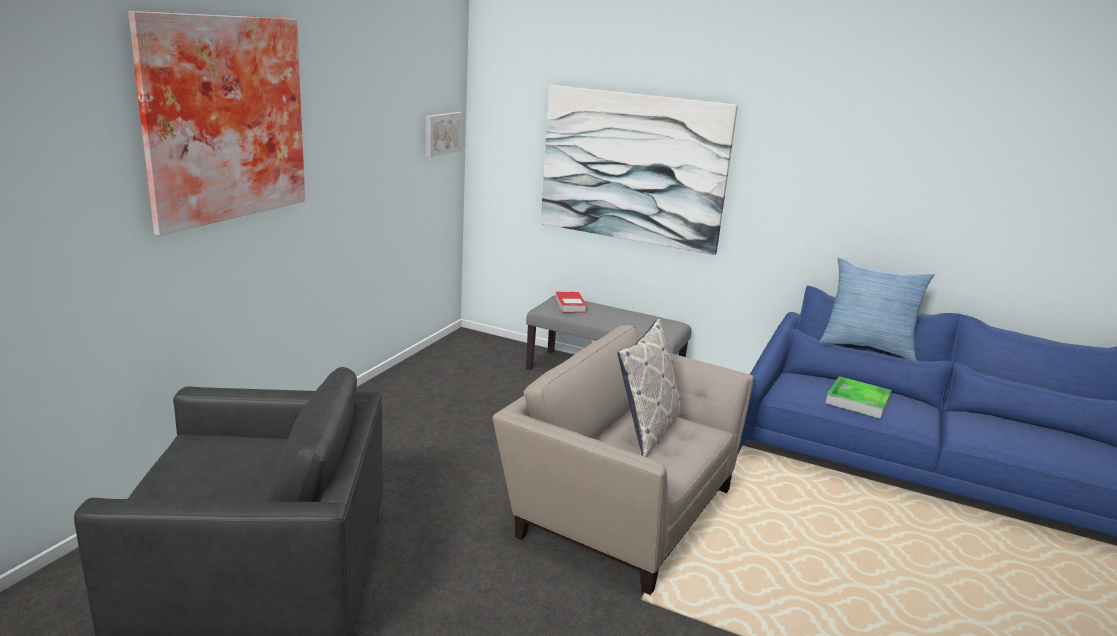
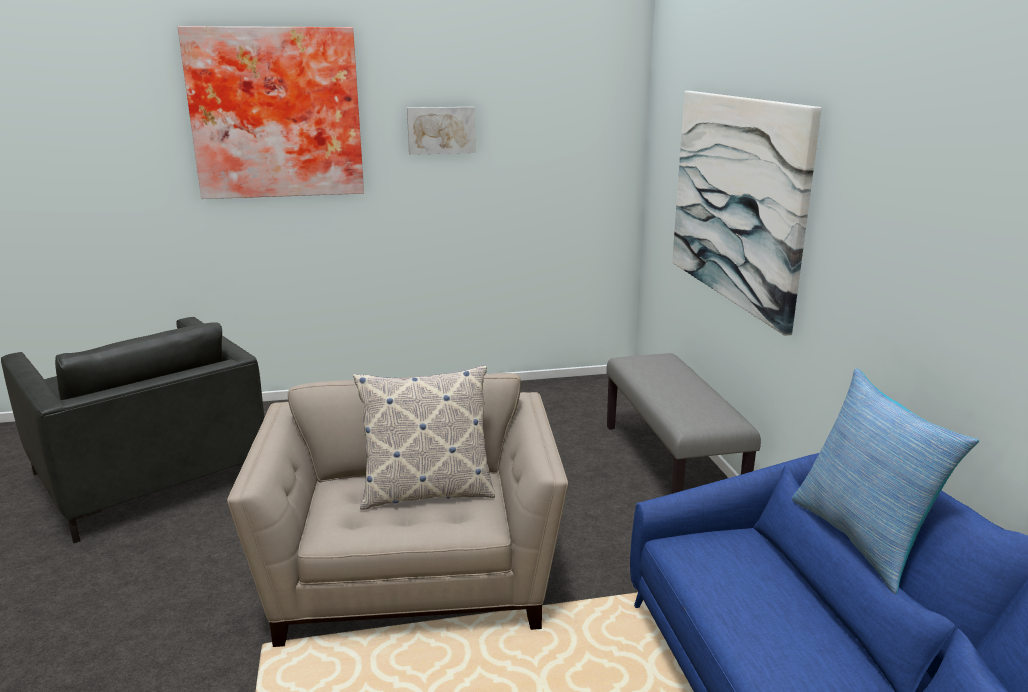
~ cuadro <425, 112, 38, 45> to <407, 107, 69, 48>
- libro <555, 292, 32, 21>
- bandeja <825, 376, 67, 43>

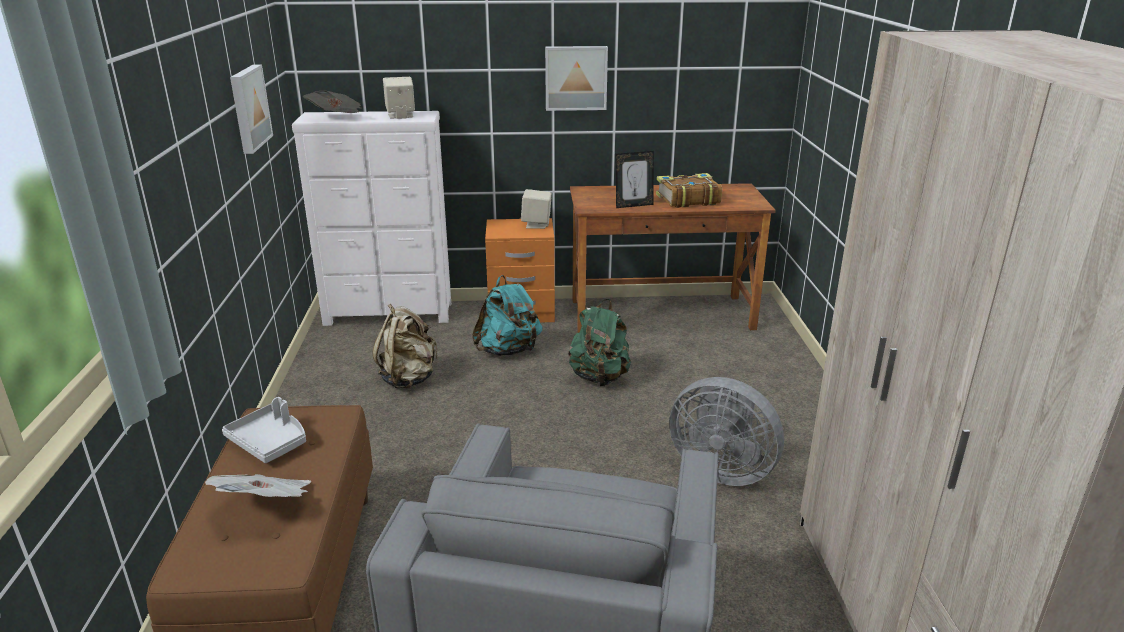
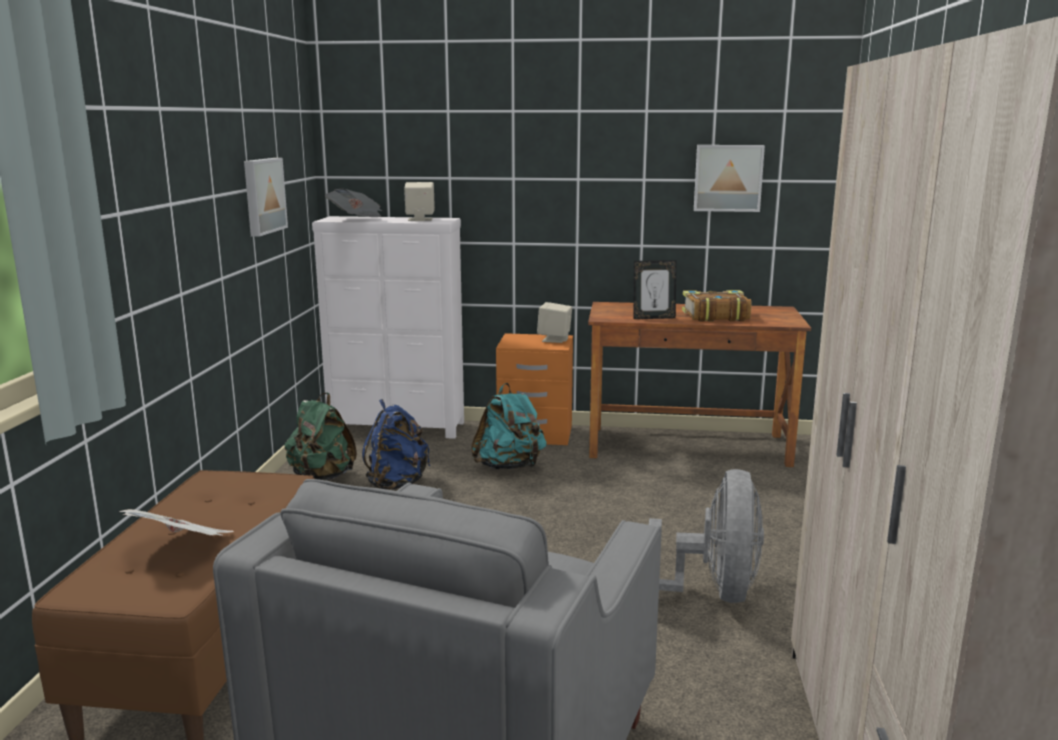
~ cuadro <545, 46, 63, 65> to <694, 145, 71, 67>
~ mochila [verde] <568, 299, 63, 87> to <284, 392, 73, 88>
~ mochila [beis] <372, 304, 66, 85> to mochila [azul] <362, 399, 68, 91>
~ ventilador [gris] <669, 377, 115, 109> = <649, 469, 115, 134> 120 degrees counterclockwise
- bandeja [gris] <222, 397, 84, 66>

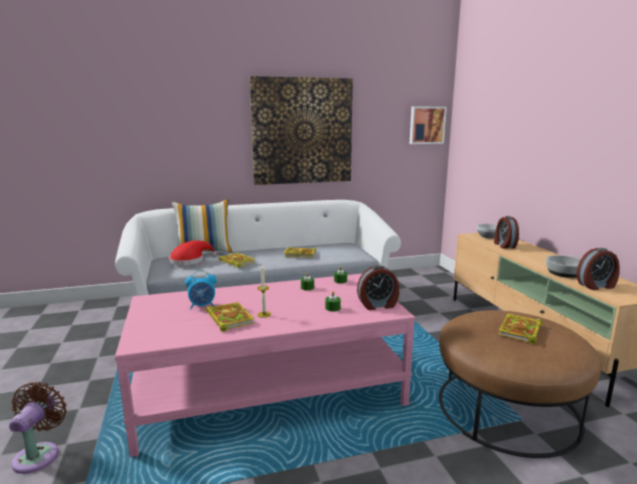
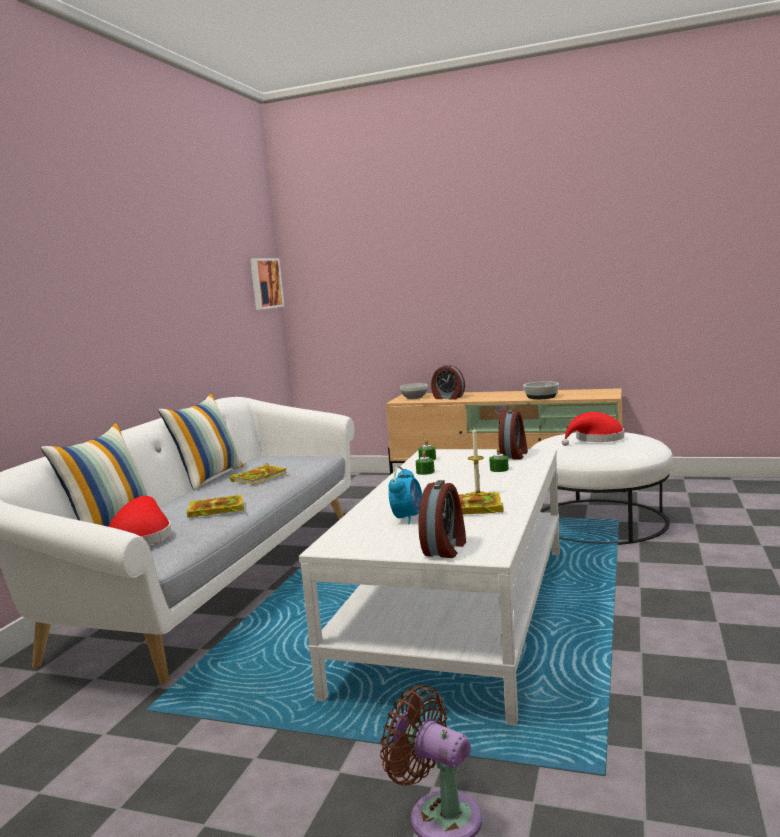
- cuadro <250, 76, 103, 109>
~ despertador <576, 248, 44, 42> to <418, 480, 48, 78>
~ mesa de centro [rosa] <115, 274, 300, 183> to mesa de centro [blanco] <299, 449, 261, 277>
~ puf [marrón] <439, 310, 163, 148> to puf [blanco] <530, 432, 143, 113>
~ libro <498, 314, 45, 30> to sombrero [rojo] <562, 412, 62, 34>
+ cojín <158, 393, 86, 98>

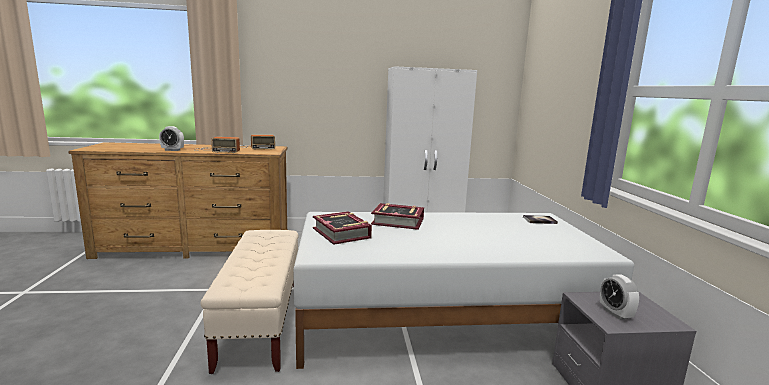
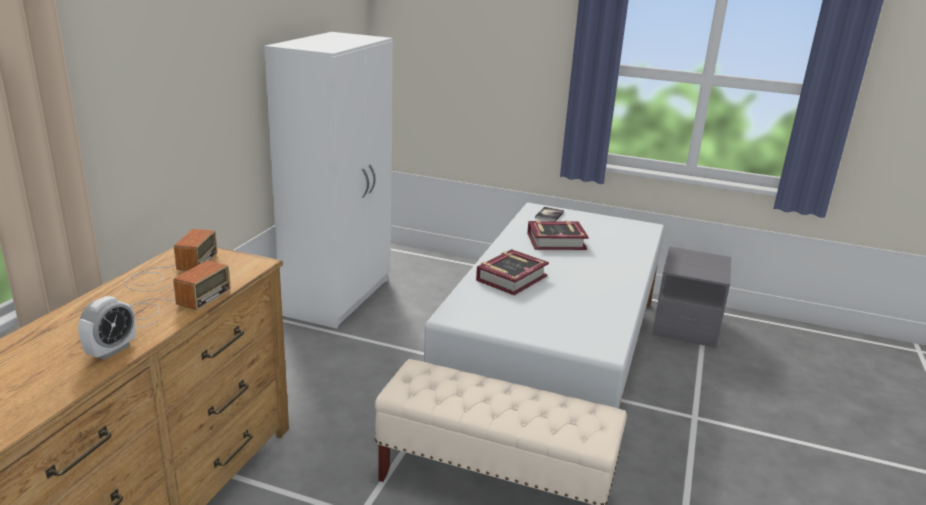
~ libro <313, 211, 59, 34> to <527, 220, 62, 30>
- despertador <600, 274, 39, 46>

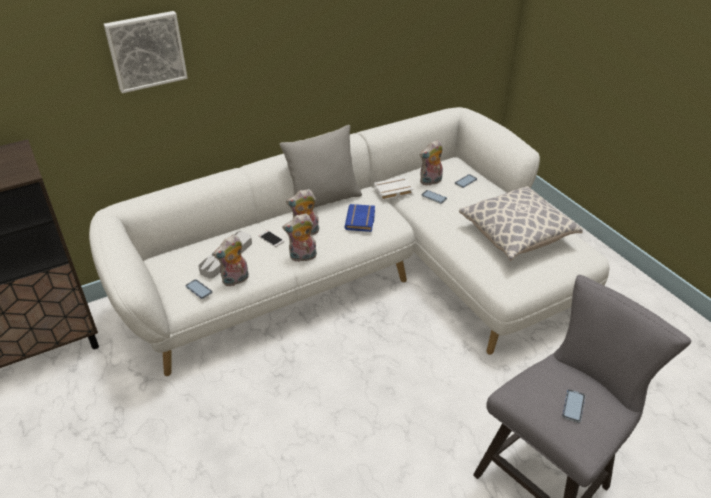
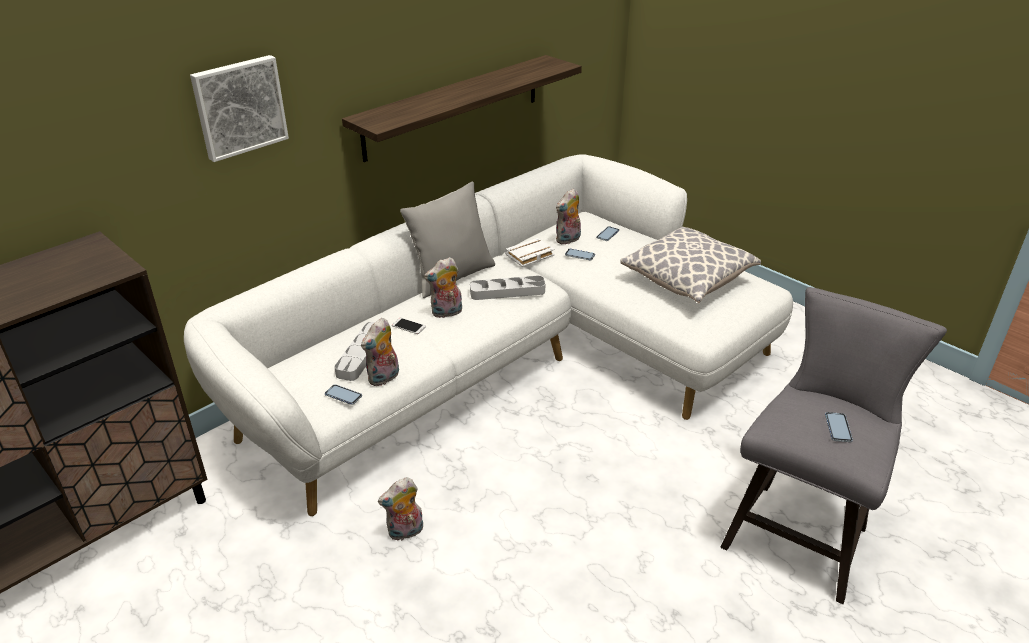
~ libro [azul] <345, 204, 30, 28> to bandeja [gris] <470, 276, 75, 24>
~ peluche <283, 213, 34, 49> to <378, 477, 45, 64>
+ estante <342, 55, 240, 107>

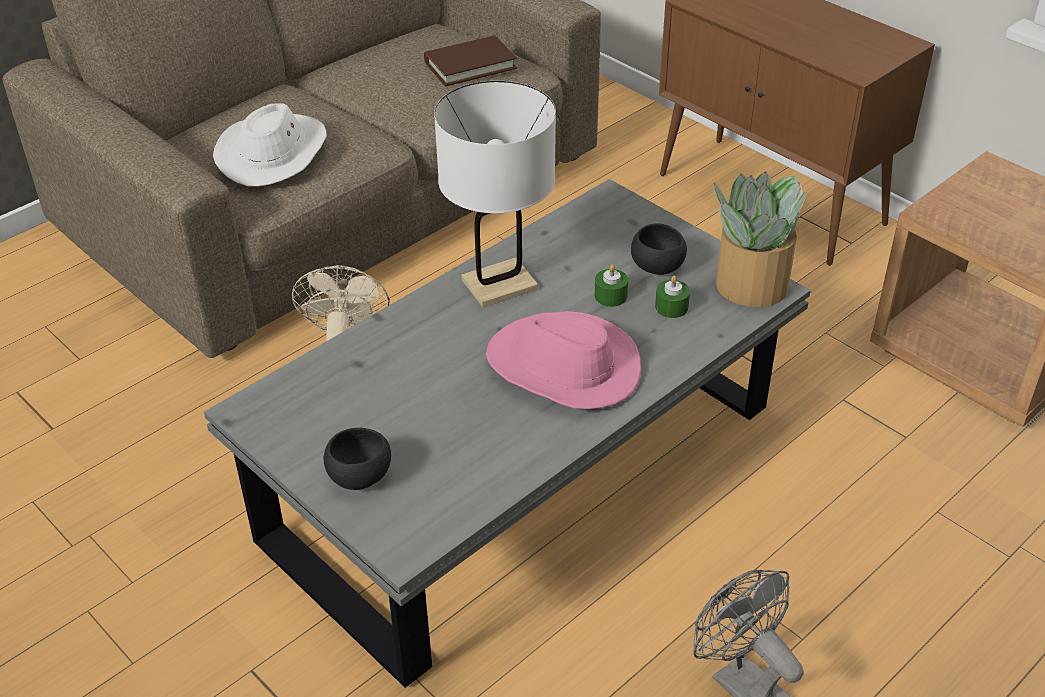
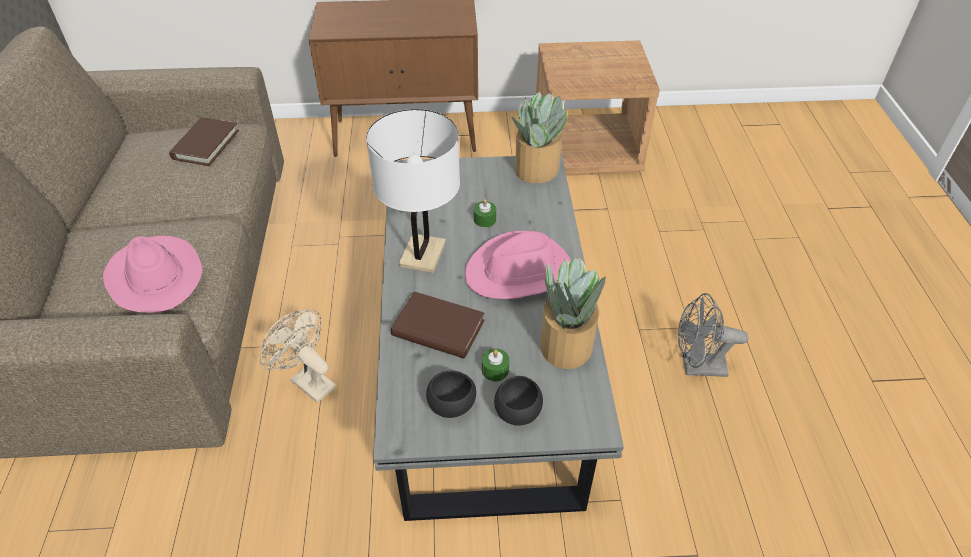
~ sombrero [blanco] <213, 103, 114, 83> to sombrero [rosa] <103, 236, 100, 77>
~ cuenco [negro] <631, 223, 56, 52> to <426, 371, 50, 47>
~ vela [verde] <655, 276, 35, 42> to <482, 348, 27, 33>
+ planta en maceta <541, 257, 65, 112>
+ libro [marrón] <391, 291, 94, 68>

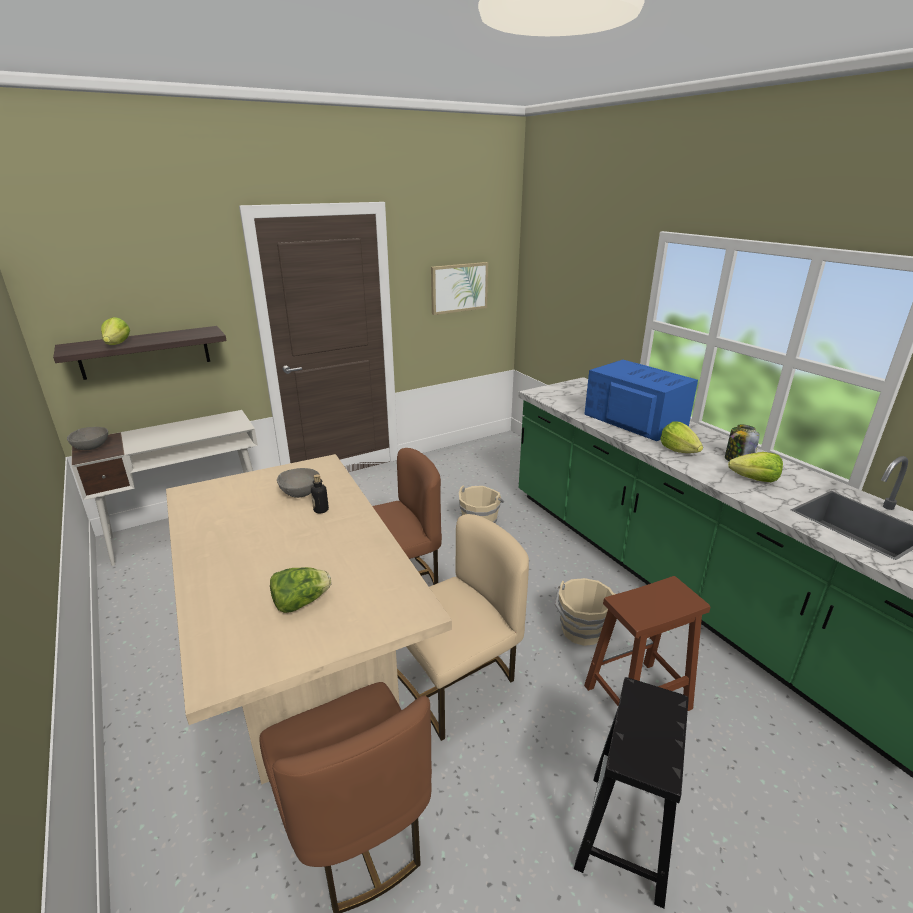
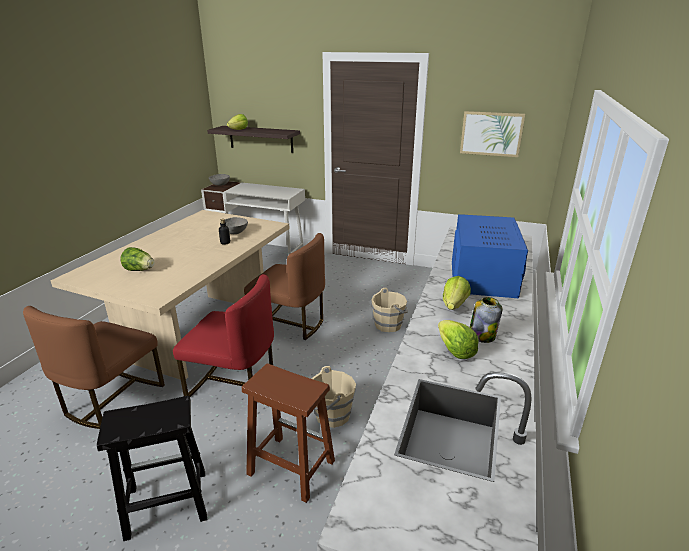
~ silla [beis] <397, 514, 132, 227> to silla [rojo] <173, 274, 101, 123>

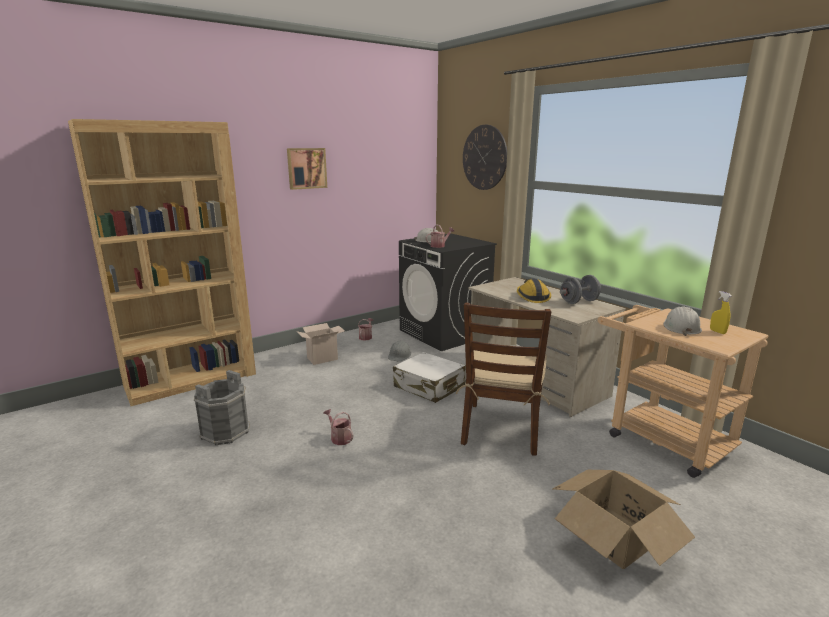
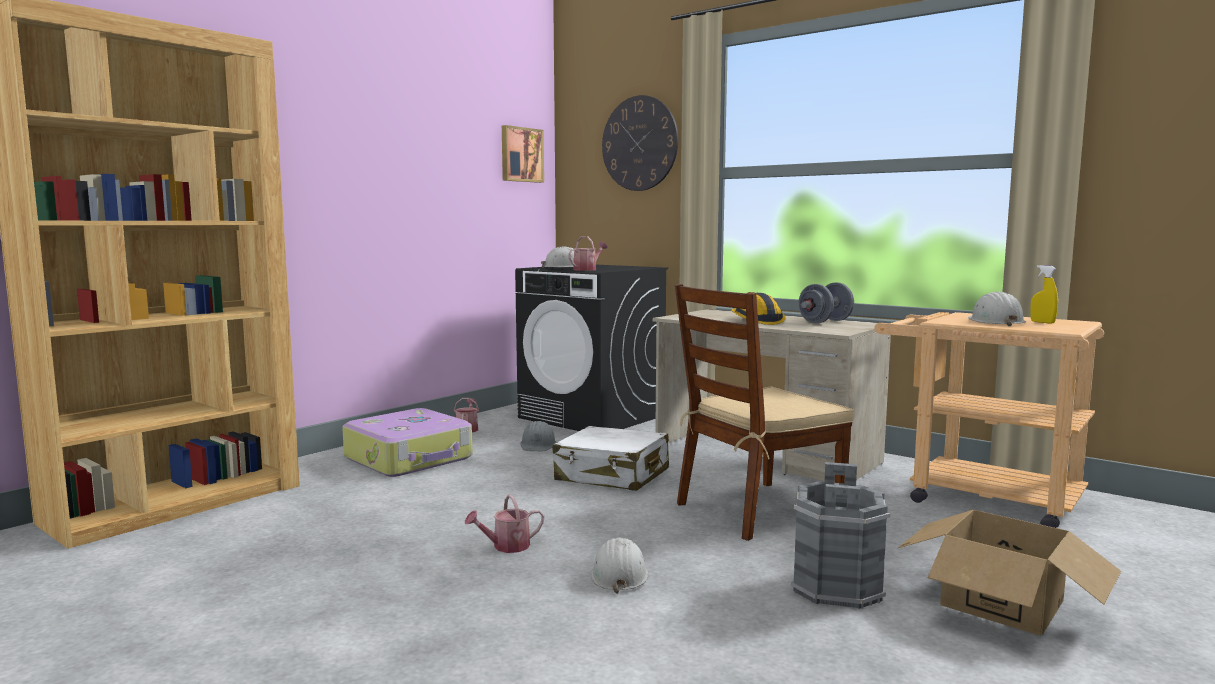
~ cuadro <287, 148, 40, 42> to <502, 125, 42, 58>
~ silla [marrón] <456, 302, 95, 154> = <675, 284, 179, 257> 60 degrees clockwise
~ caja de cartón <296, 323, 49, 42> to maleta <342, 408, 130, 69>
~ cubo [gris] <194, 370, 56, 75> to <791, 462, 99, 147>
~ regadera <323, 409, 30, 36> = <465, 494, 79, 59> 60 degrees counterclockwise
+ casco [blanco] <591, 537, 57, 57>

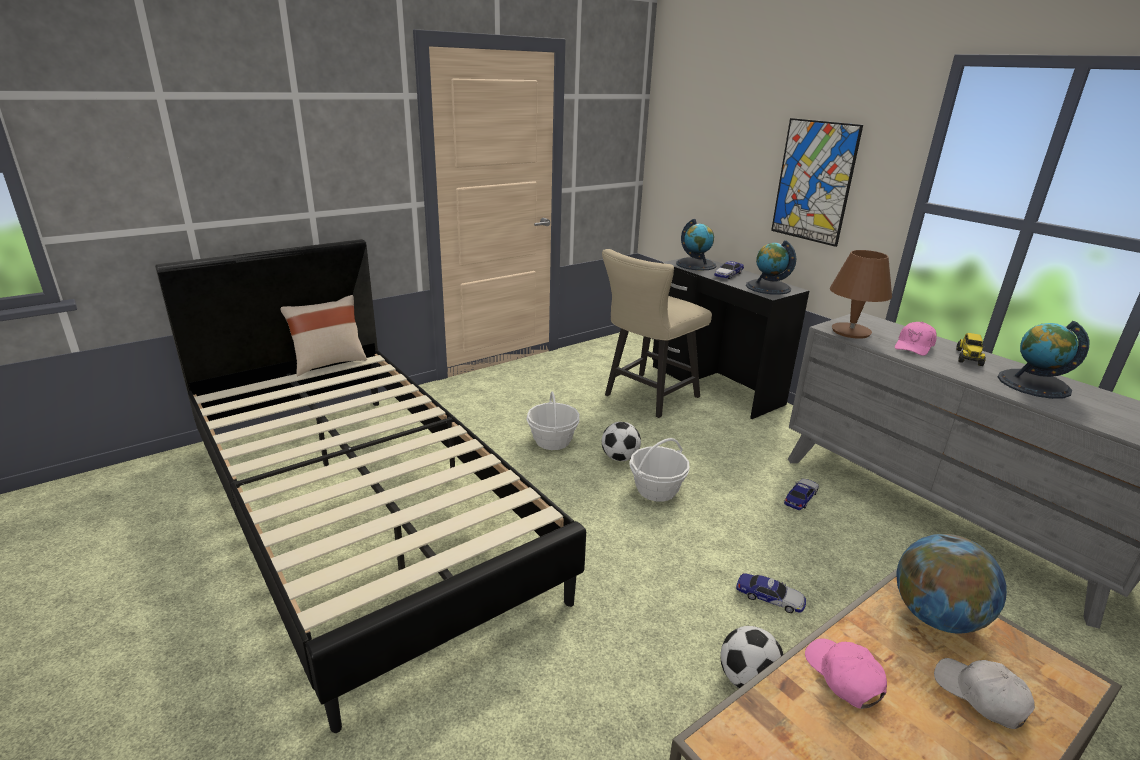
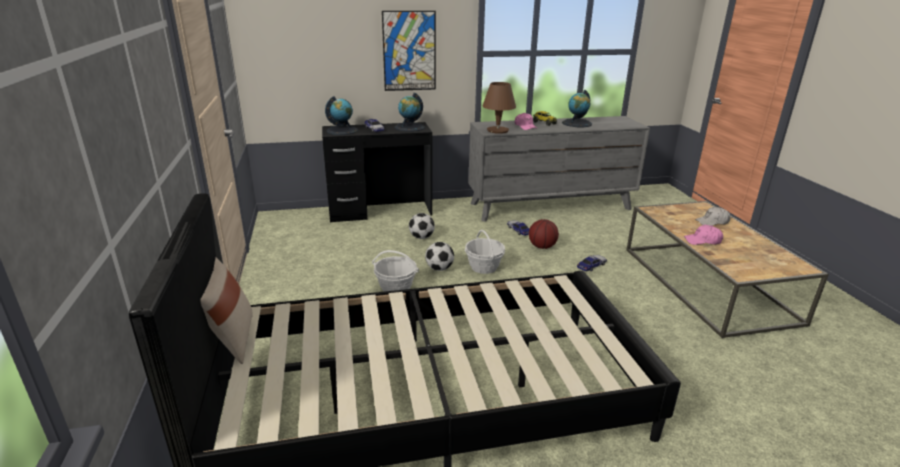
- silla [beis] <602, 249, 110, 169>
- globo terráqueo <896, 534, 111, 100>
~ balón de fútbol <721, 626, 63, 62> to <409, 213, 26, 26>
+ balón de baloncesto <529, 219, 30, 30>

